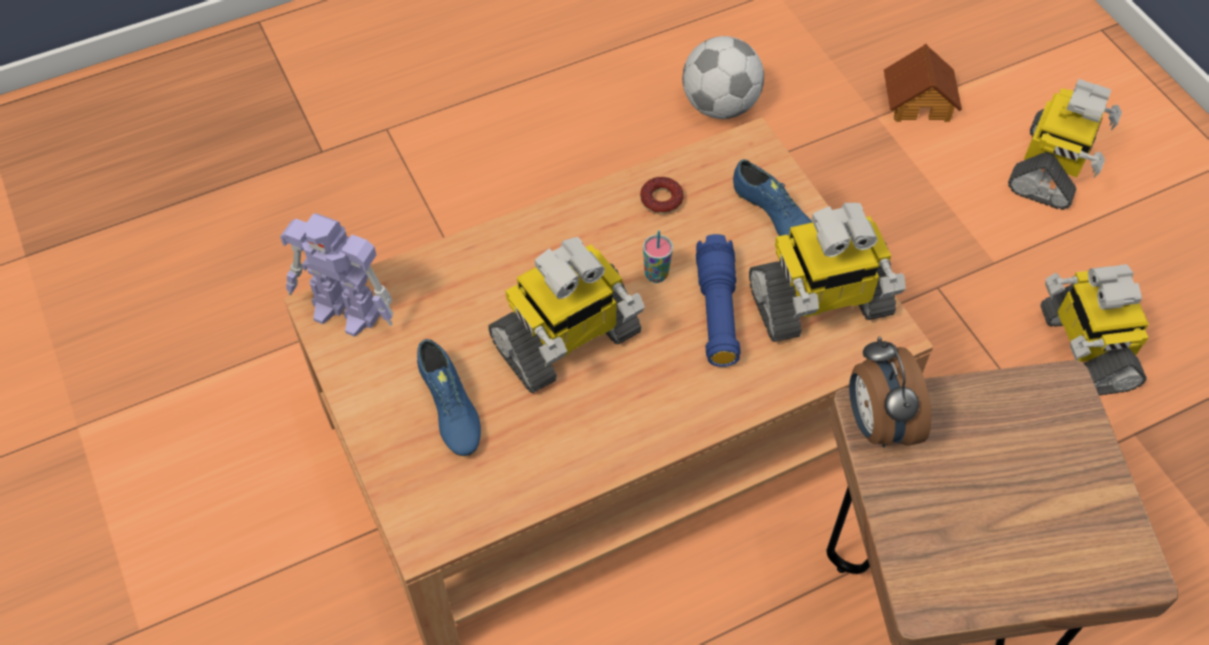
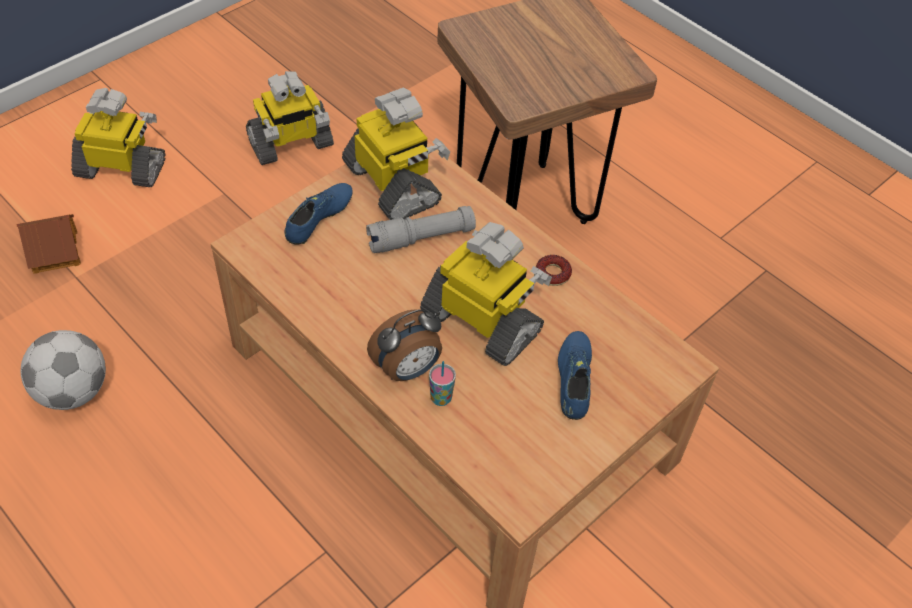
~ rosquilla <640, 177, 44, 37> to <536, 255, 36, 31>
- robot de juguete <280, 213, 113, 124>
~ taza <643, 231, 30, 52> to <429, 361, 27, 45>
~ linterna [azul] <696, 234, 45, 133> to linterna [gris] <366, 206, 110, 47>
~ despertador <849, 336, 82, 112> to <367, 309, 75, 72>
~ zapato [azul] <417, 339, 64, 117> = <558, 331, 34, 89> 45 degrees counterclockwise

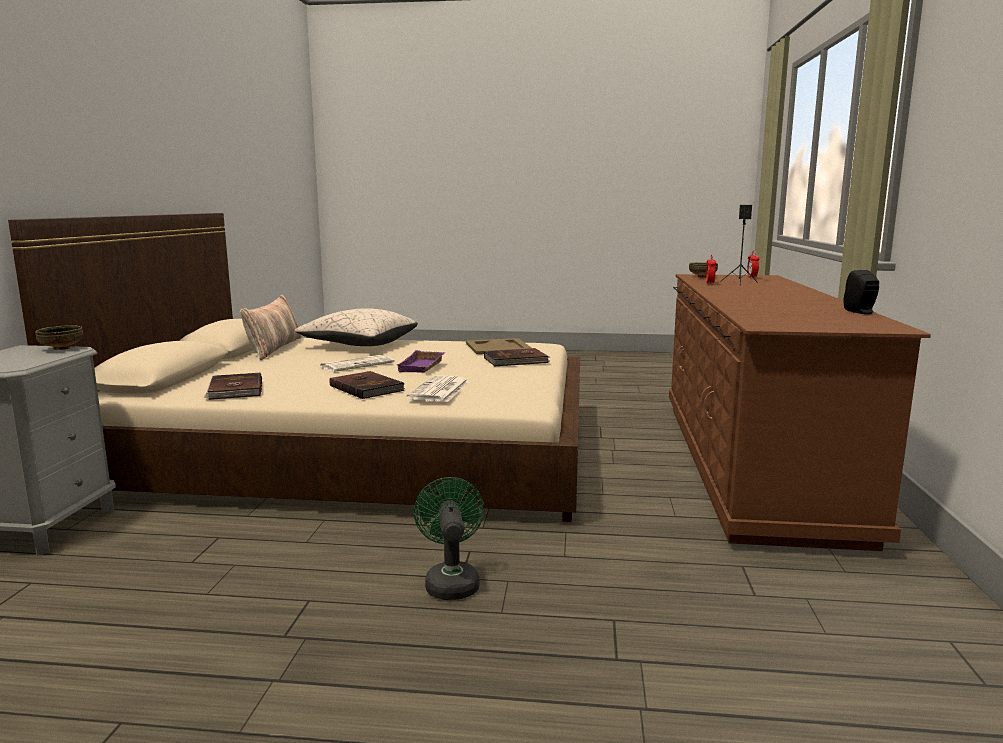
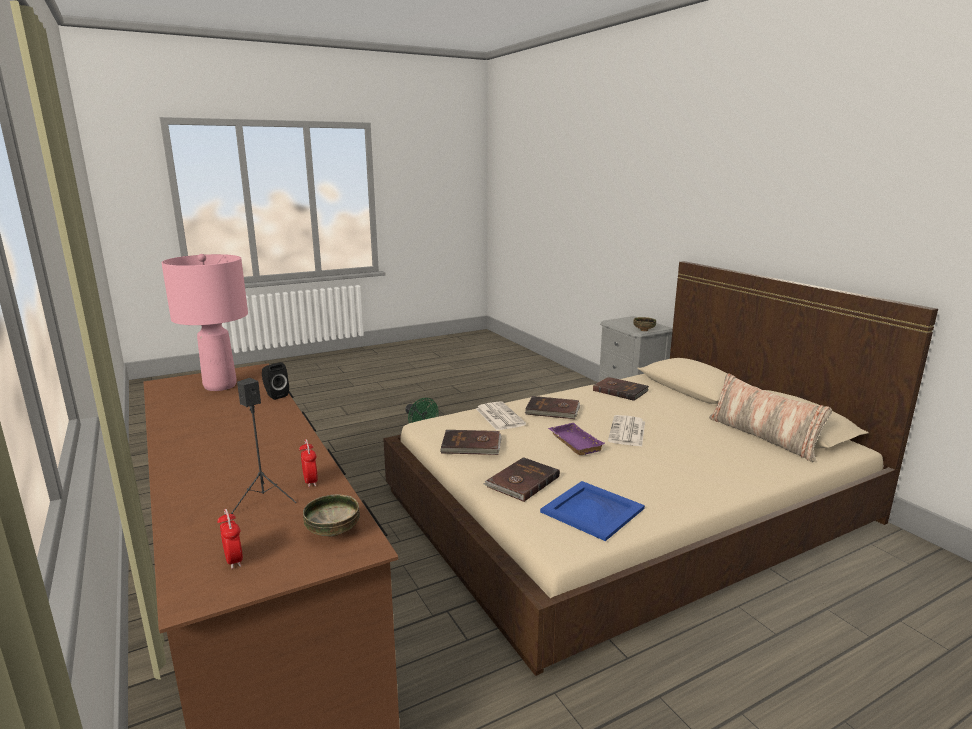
~ altavoz [negro] <844, 270, 35, 44> to <262, 362, 27, 38>
- cojín [beis] <295, 308, 123, 38>
~ bandeja [beis] <466, 338, 65, 16> to bandeja [azul] <540, 481, 105, 60>
+ lámpara de mesa [rosa] <161, 254, 87, 137>
+ libro [marrón] <440, 430, 62, 25>

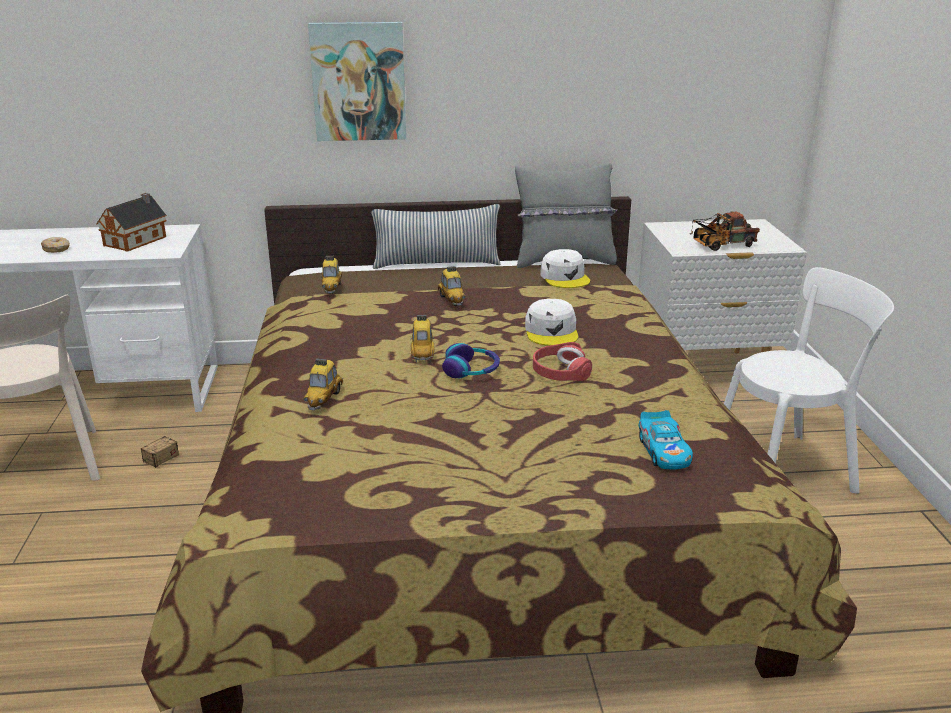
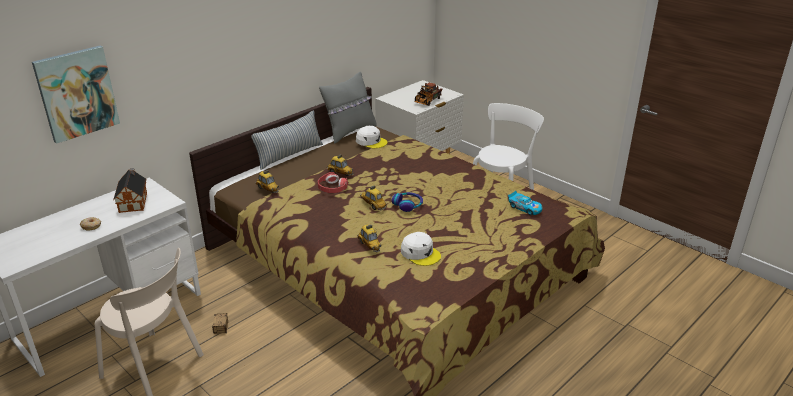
~ cuadro <308, 22, 98, 119> to <32, 46, 88, 98>
~ gorra [blanco] <525, 299, 53, 47> to <401, 232, 40, 34>
~ auriculares [rojo] <533, 342, 59, 39> to <318, 172, 30, 21>

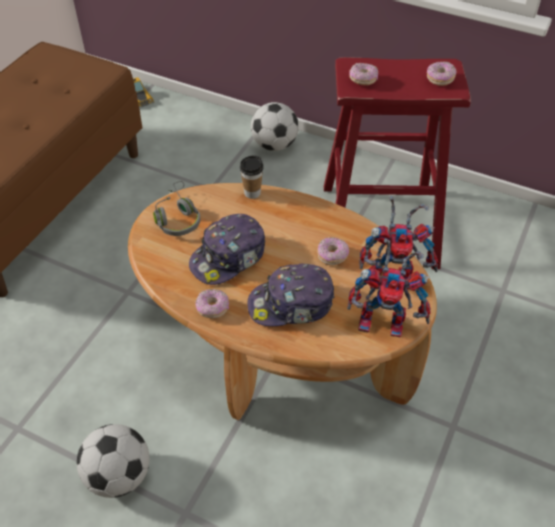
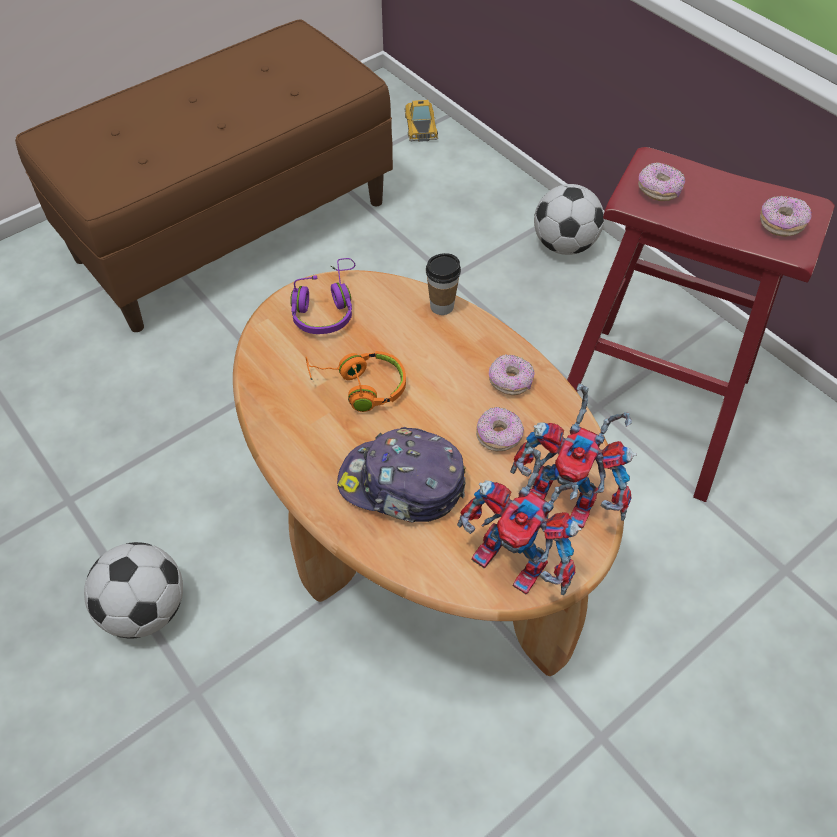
~ auriculares [gris] <153, 181, 47, 55> to auriculares [morado] <290, 258, 65, 76>
~ gorra <189, 214, 76, 71> to auriculares [naranja] <306, 351, 100, 61>
~ rosquilla <195, 289, 34, 29> to <489, 354, 46, 41>

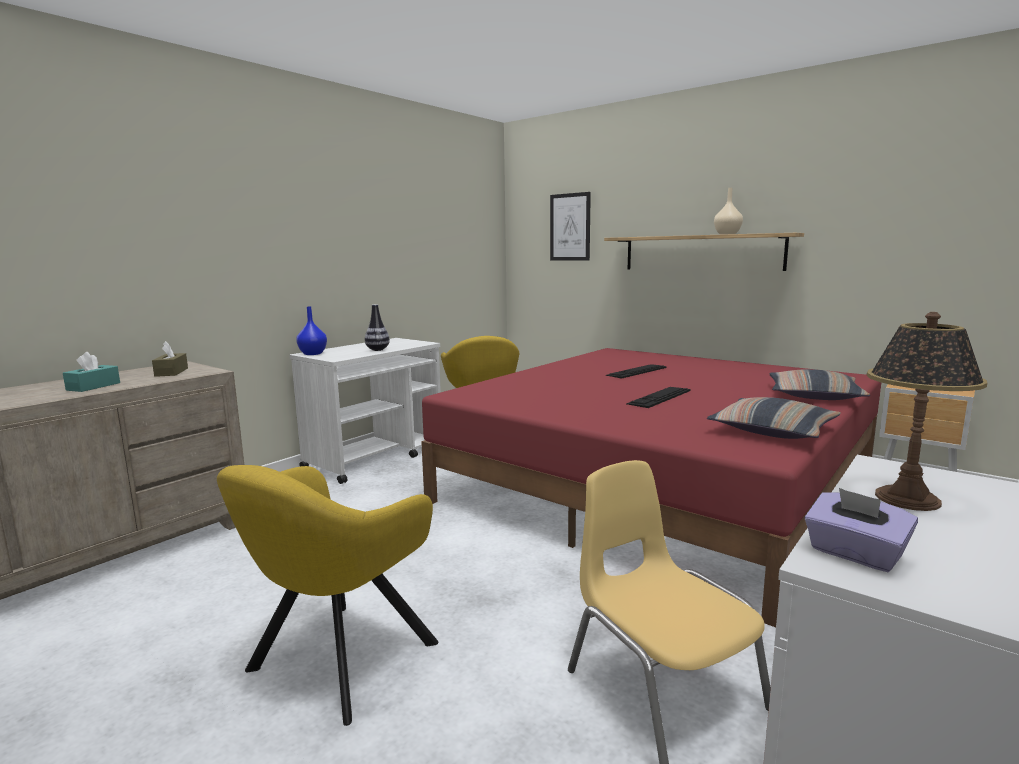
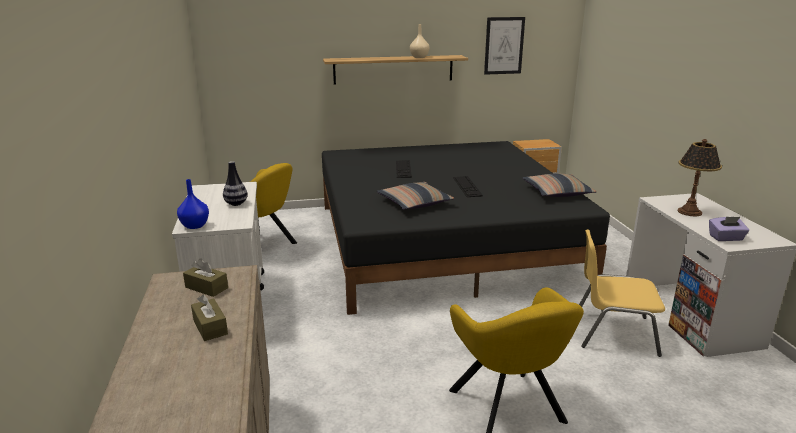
~ cuadro <550, 192, 41, 69> to <484, 17, 41, 58>
~ cama [rojo] <421, 348, 460, 279> to cama [negro] <322, 141, 288, 174>
~ caja de pañuelos [turquesa] <63, 352, 57, 40> to caja de pañuelos [marrón] <191, 295, 37, 46>
~ cojín <769, 369, 101, 31> to <377, 182, 77, 28>

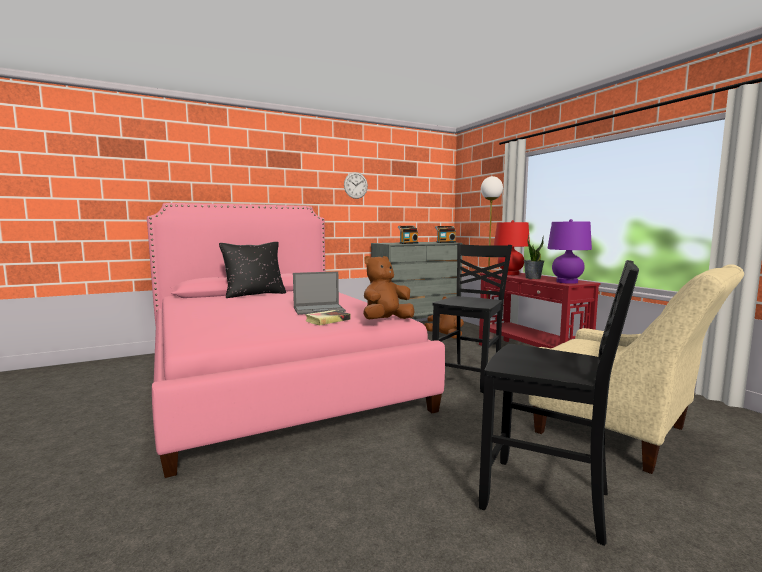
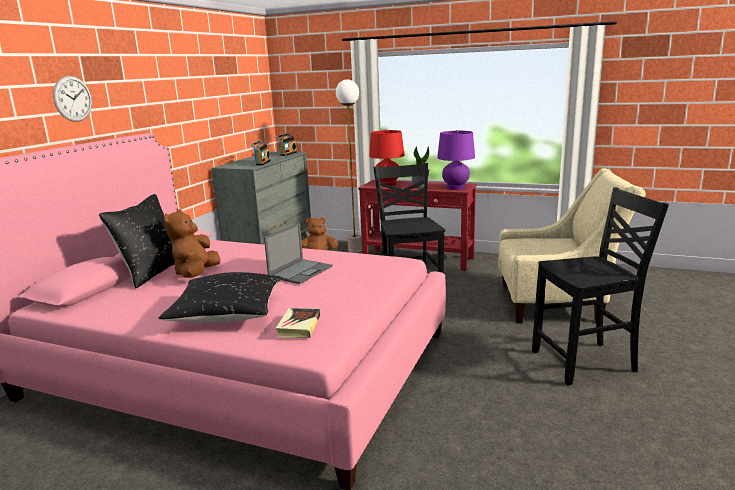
~ reloj de pared <344, 172, 24, 27> to <53, 76, 39, 46>
~ peluche [marrón] <363, 256, 52, 64> to <164, 209, 57, 69>
~ libro <305, 310, 46, 16> to <275, 308, 45, 30>
+ cojín [negro] <159, 272, 124, 50>

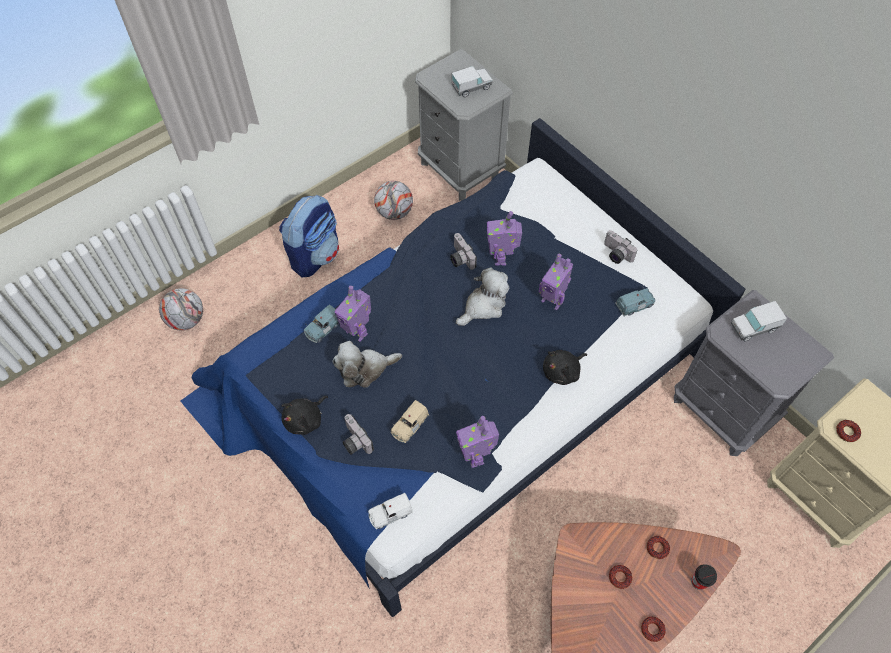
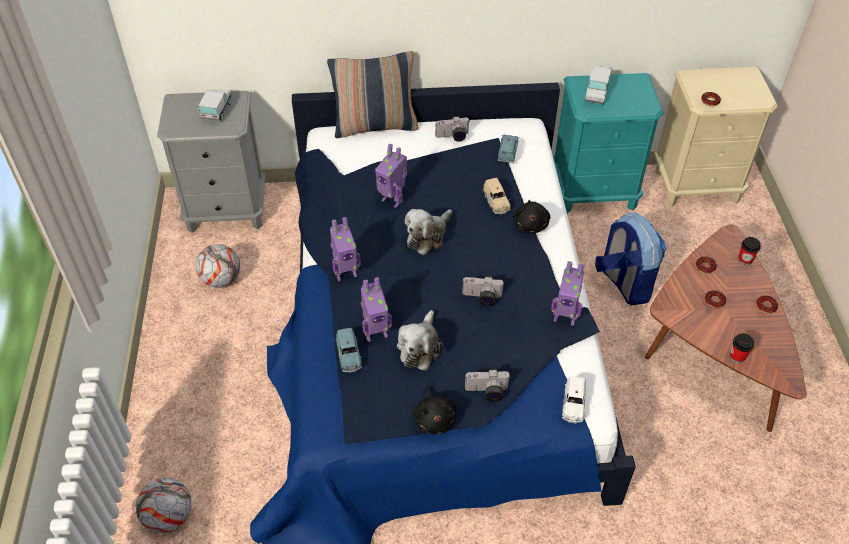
~ mochila <279, 195, 60, 82> to <595, 213, 72, 92>
~ cámara <450, 233, 27, 37> to <462, 276, 42, 30>
~ robot de juguete <539, 254, 34, 56> to <330, 217, 31, 65>
~ peluche <456, 268, 53, 58> = <405, 209, 47, 46> 135 degrees counterclockwise
~ mesita de noche [gris] <674, 290, 160, 166> to mesita de noche [turquesa] <553, 73, 110, 141>
~ coche de juguete [beis] <391, 400, 38, 43> to <482, 178, 29, 36>
+ cojín <327, 51, 92, 87>
+ taza <730, 333, 24, 30>

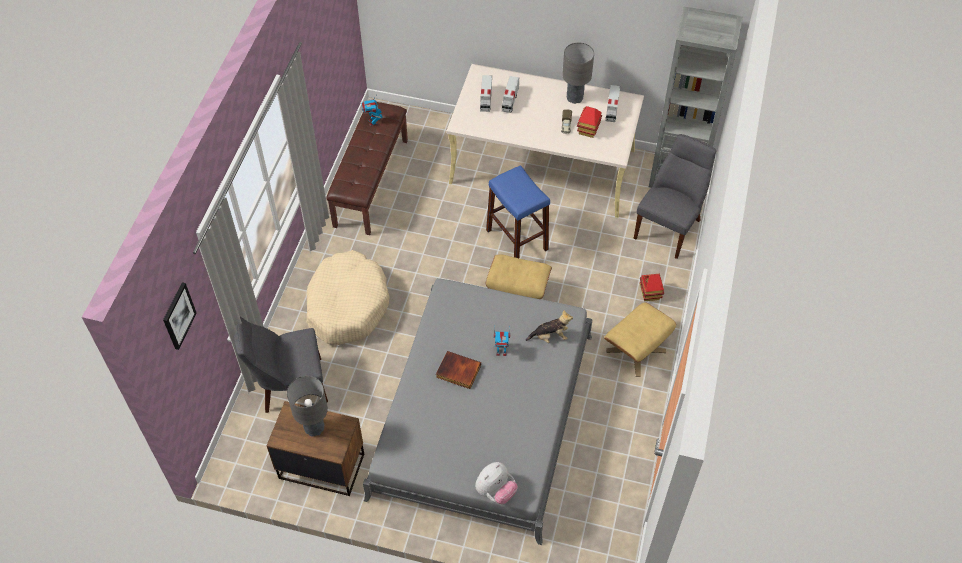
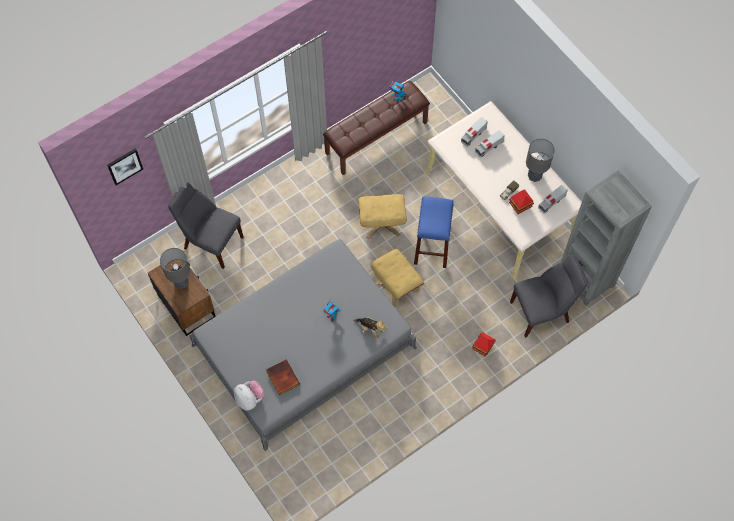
- cama para perro [beis] <307, 250, 83, 95>
~ puf [beis] <604, 302, 72, 75> to <358, 194, 49, 45>
~ libro <436, 351, 45, 38> to <266, 359, 34, 36>
~ peluche <475, 462, 43, 42> = <234, 381, 31, 29> 120 degrees counterclockwise

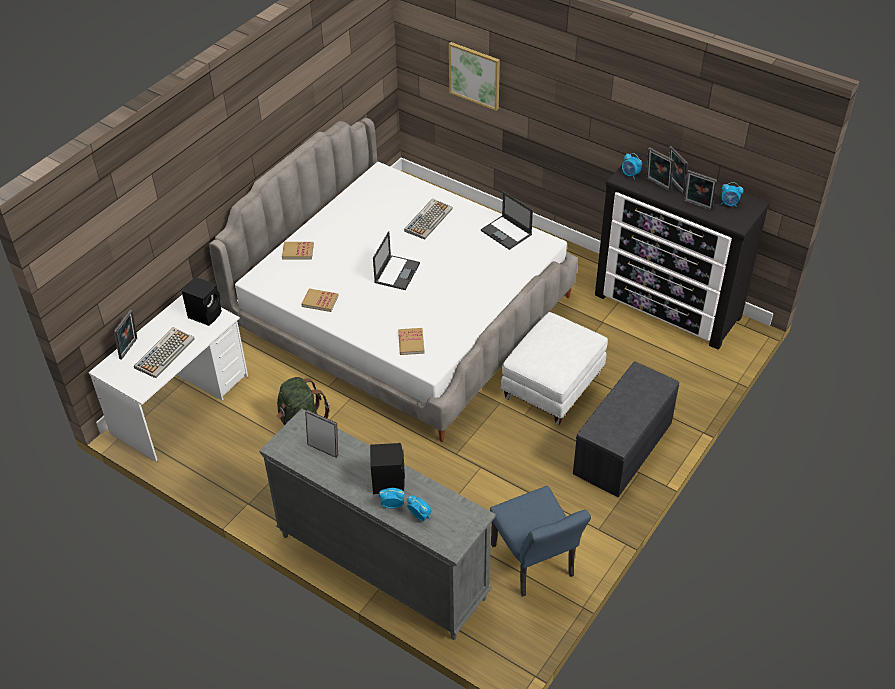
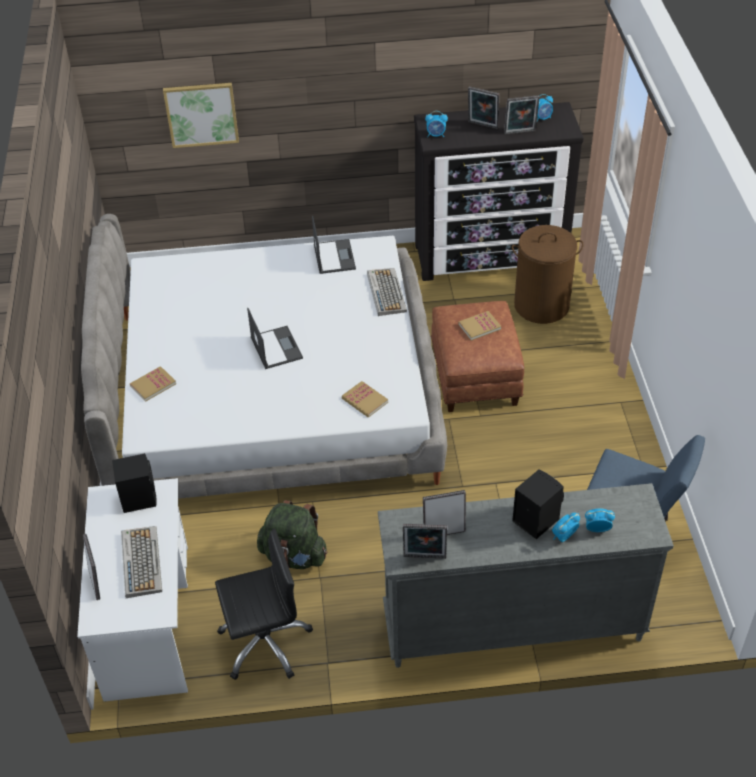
~ portarretratos <646, 147, 28, 44> to <403, 524, 44, 35>
~ portátil <481, 191, 52, 59> = <312, 216, 44, 58> 105 degrees counterclockwise
~ teclado <404, 199, 49, 40> to <367, 268, 40, 48>
~ libro <301, 288, 37, 24> to <458, 311, 43, 30>
~ puf [blanco] <500, 312, 108, 113> to puf [marrón] <431, 301, 93, 111>
- banco [gris] <573, 361, 106, 136>
+ cesto de la ropa [marrón] <512, 225, 71, 99>
+ silla de oficina [negro] <215, 528, 98, 152>

